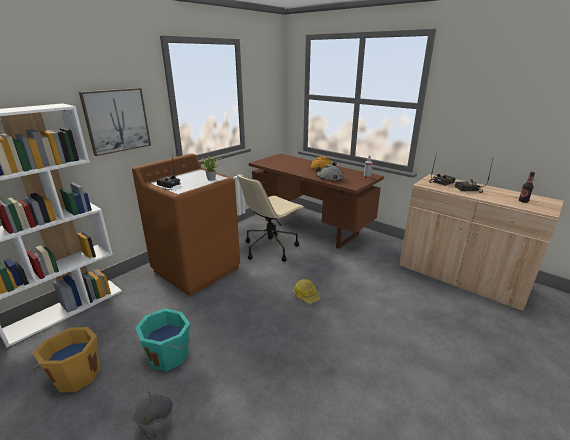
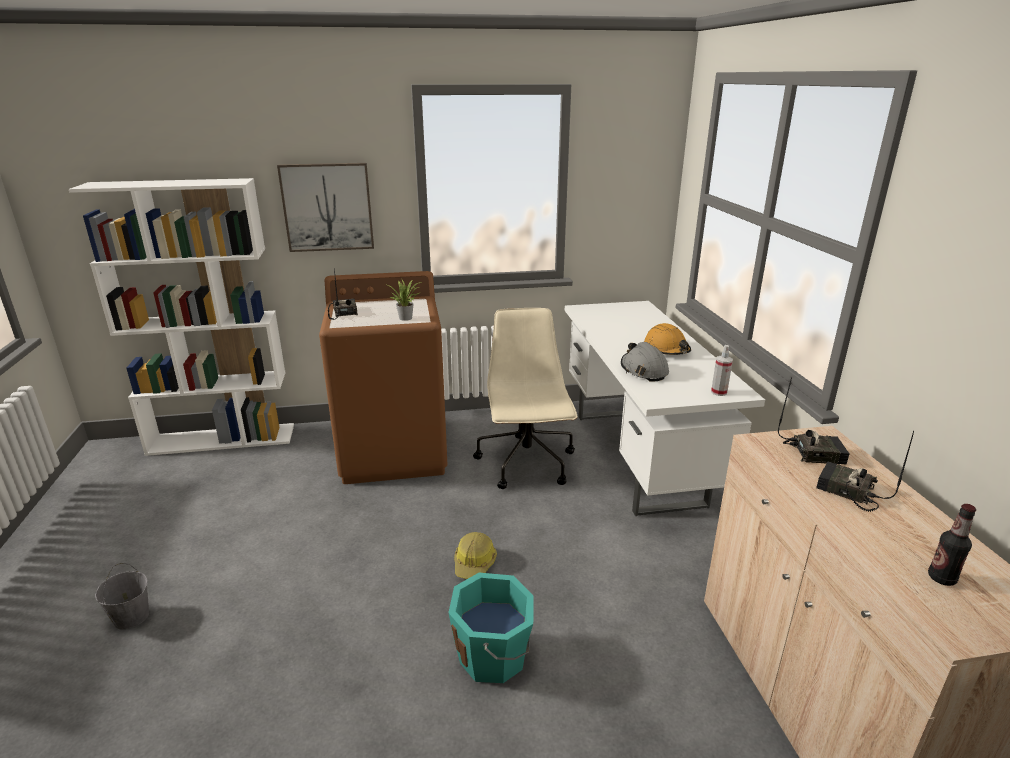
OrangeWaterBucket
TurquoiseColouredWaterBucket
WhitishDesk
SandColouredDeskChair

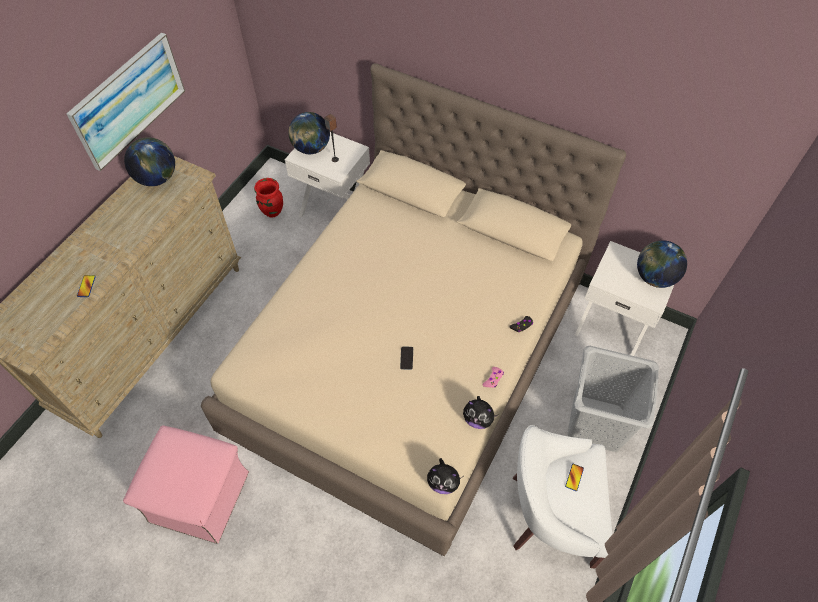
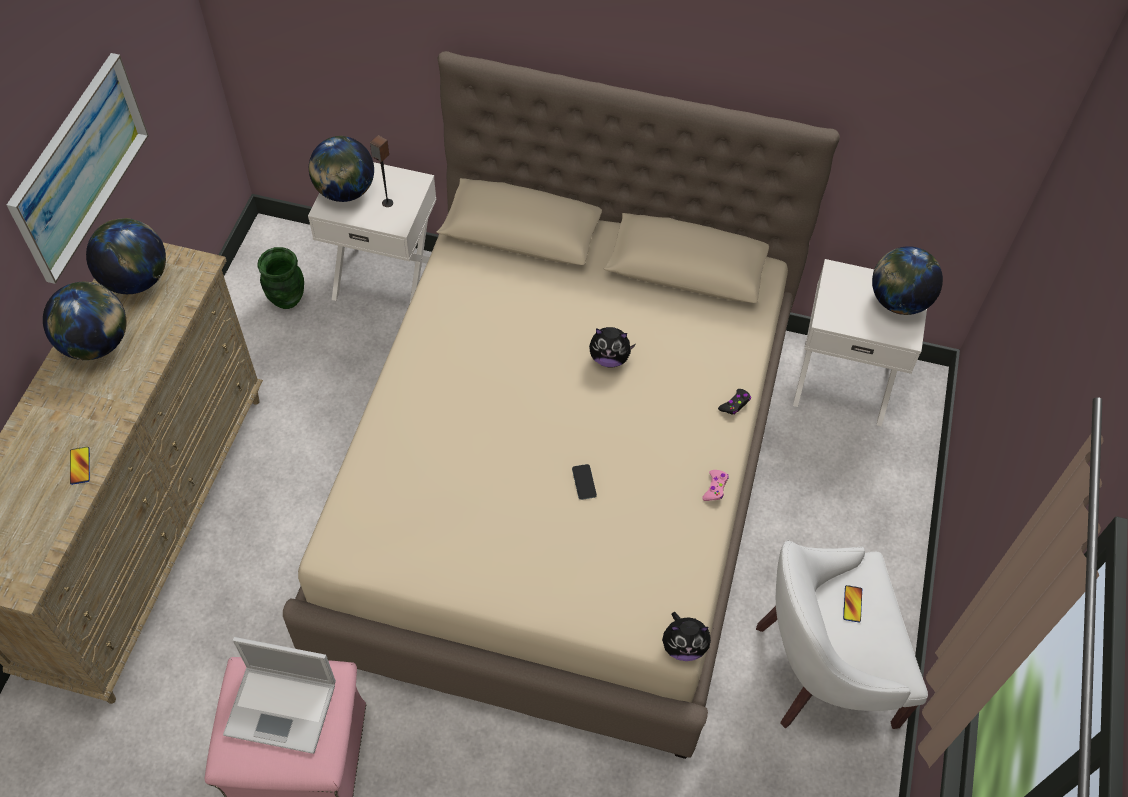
GreyishHamper
Globe (no. 1 from left)
PortableComputer
PlushToy (no. 1 from left)
GreenColouredFlowerVase

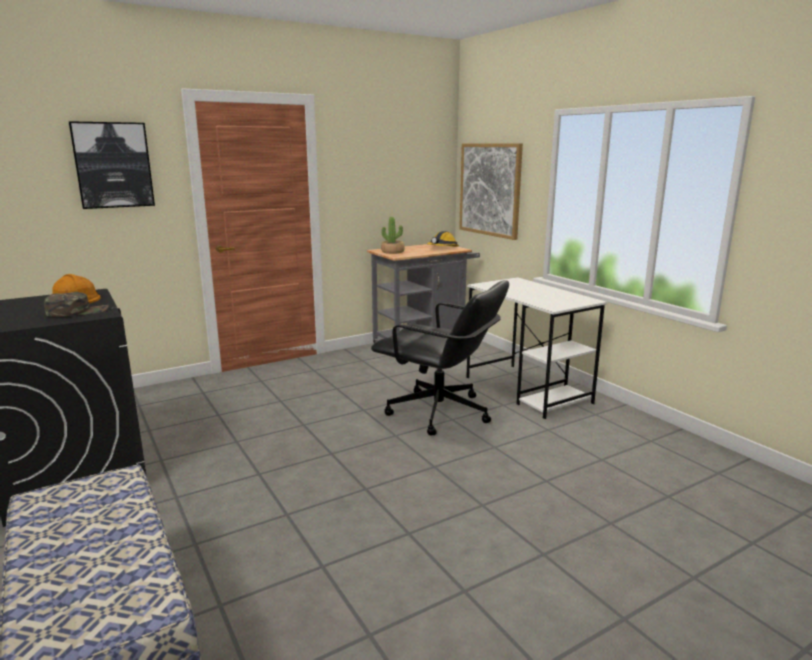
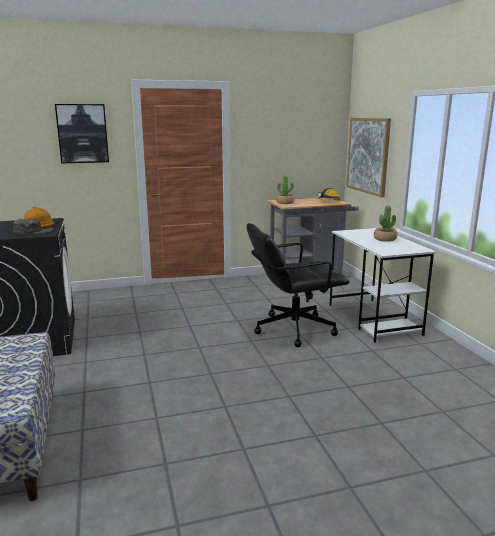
PottedPlant (no. 2 from left)
BlackColouredDeskChair

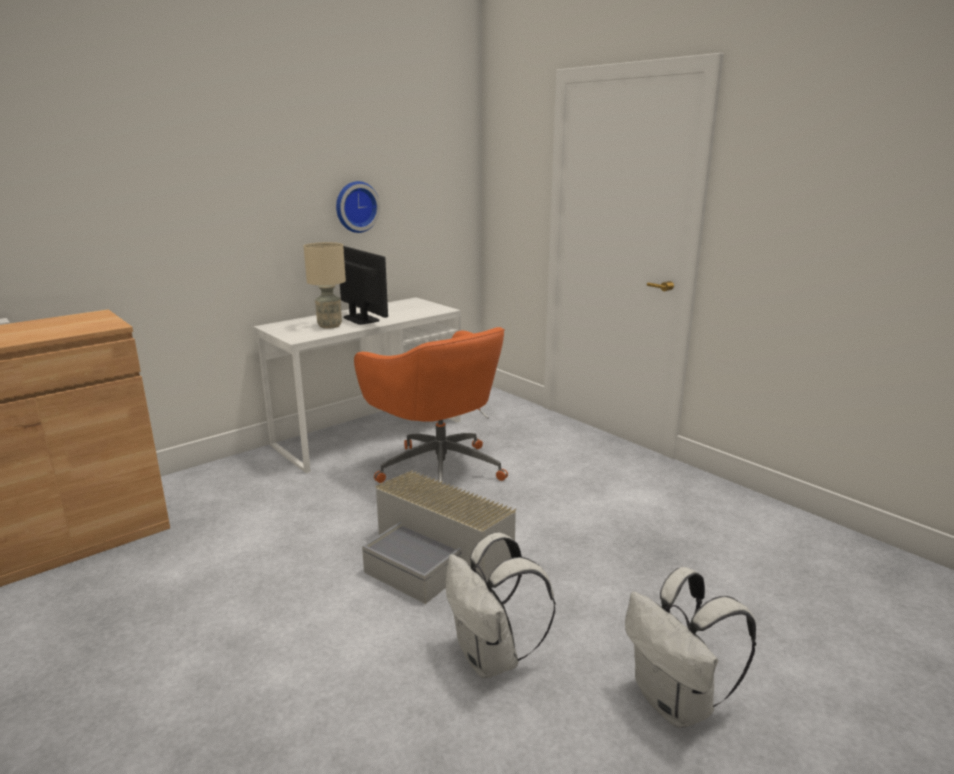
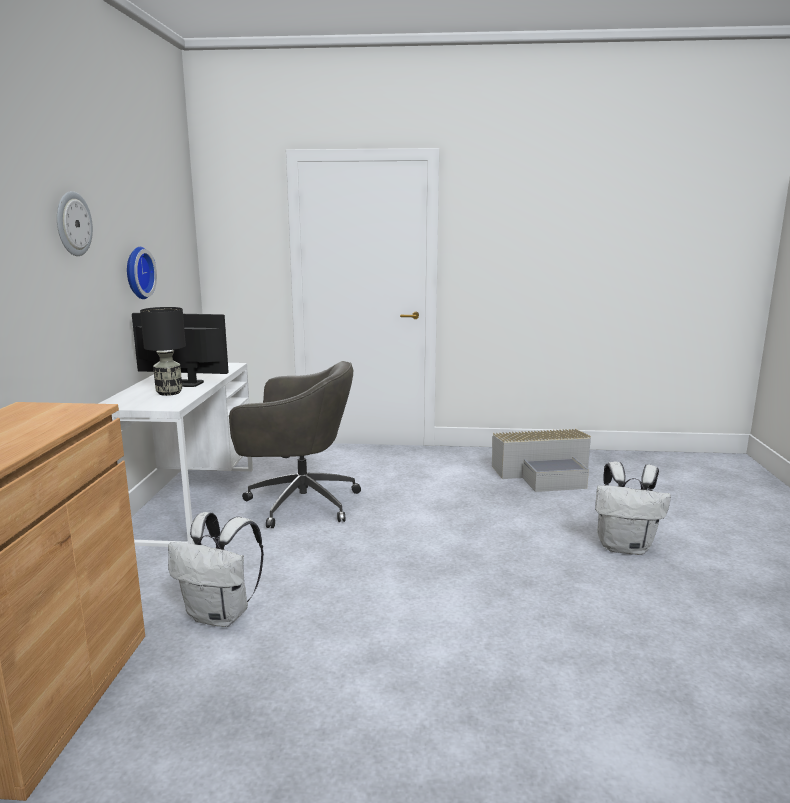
ClockOnTheWall (no. 1 from left)
GreyishStorageBin
WhitishBackpack (no. 1 from left)
BlackColouredTabletopLamp
GreyishDeskChair

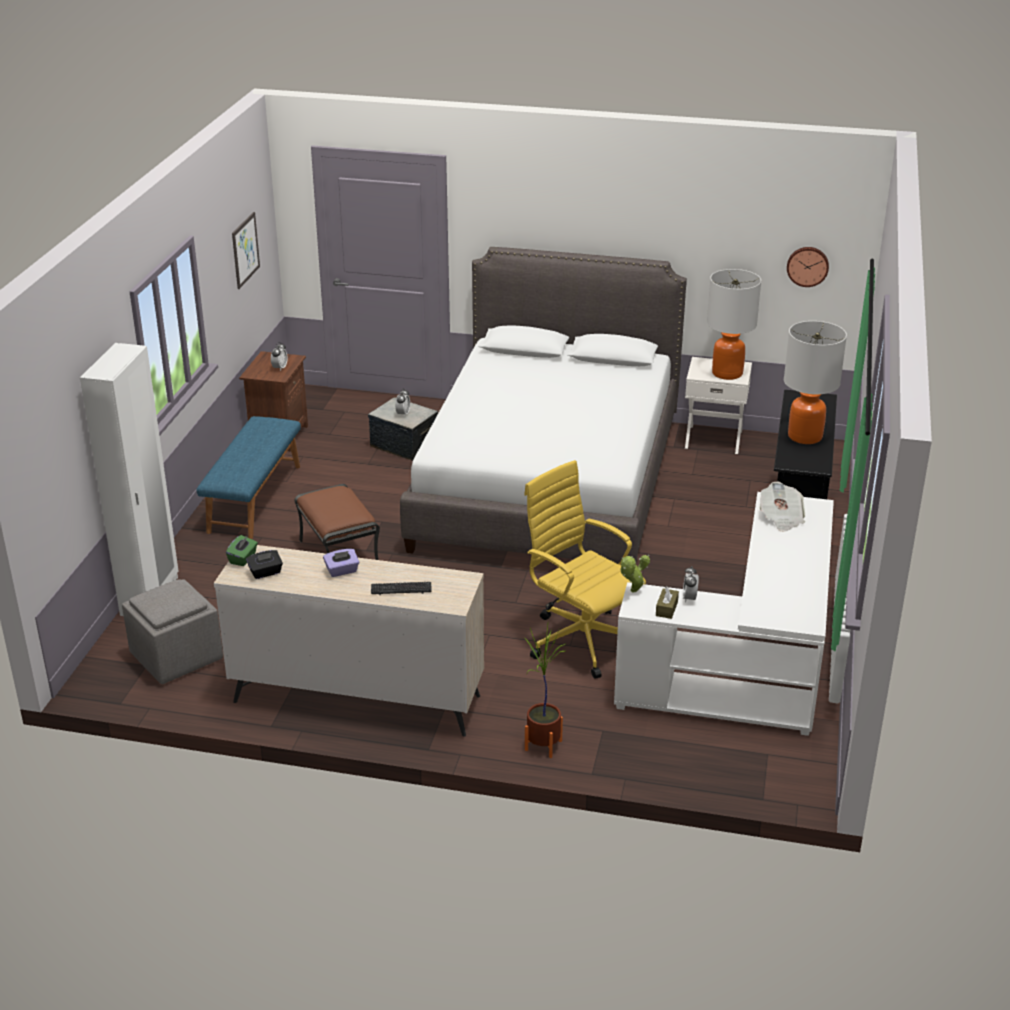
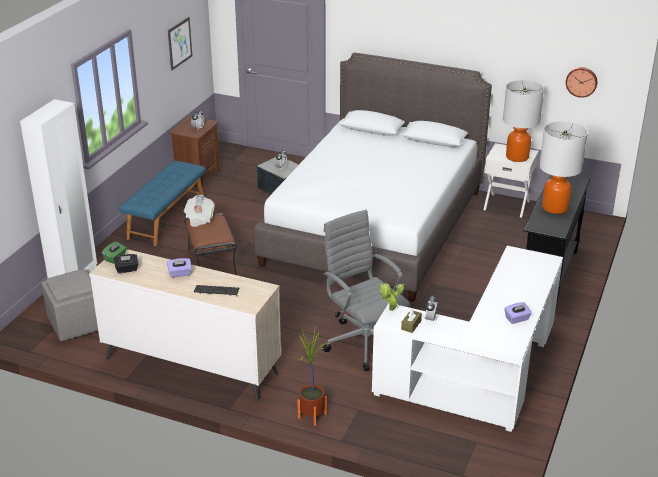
PurpleColouredTissueBox (no. 2 from left)
Newspaper
GreyishDeskChair

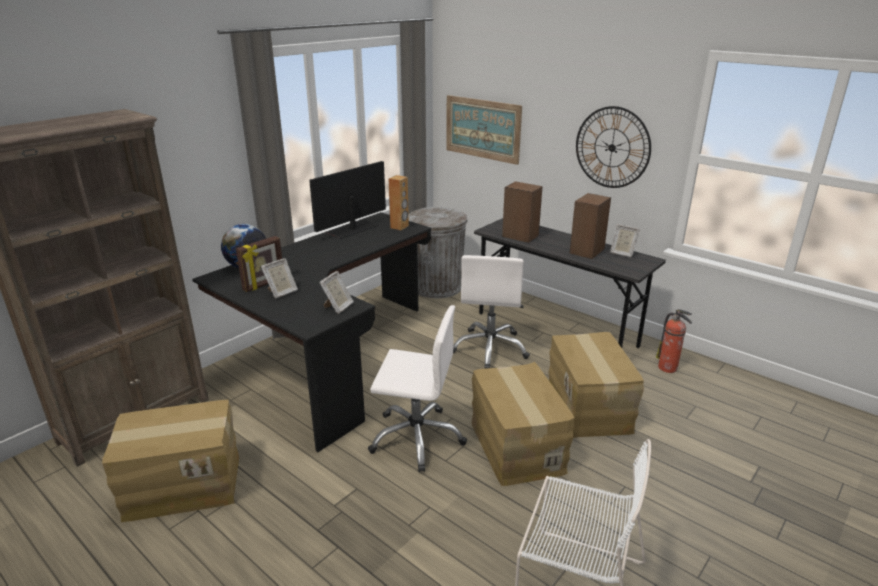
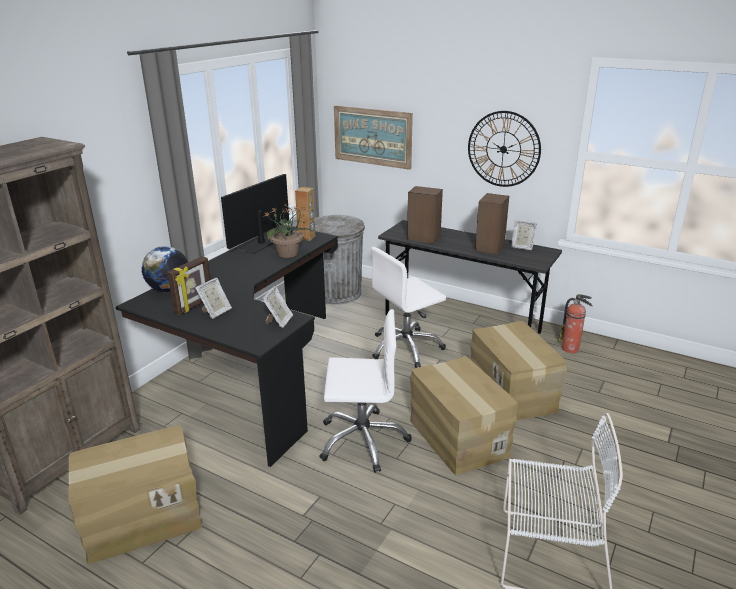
PottedPlant
WhitishDeskChair (no. 2 from left)

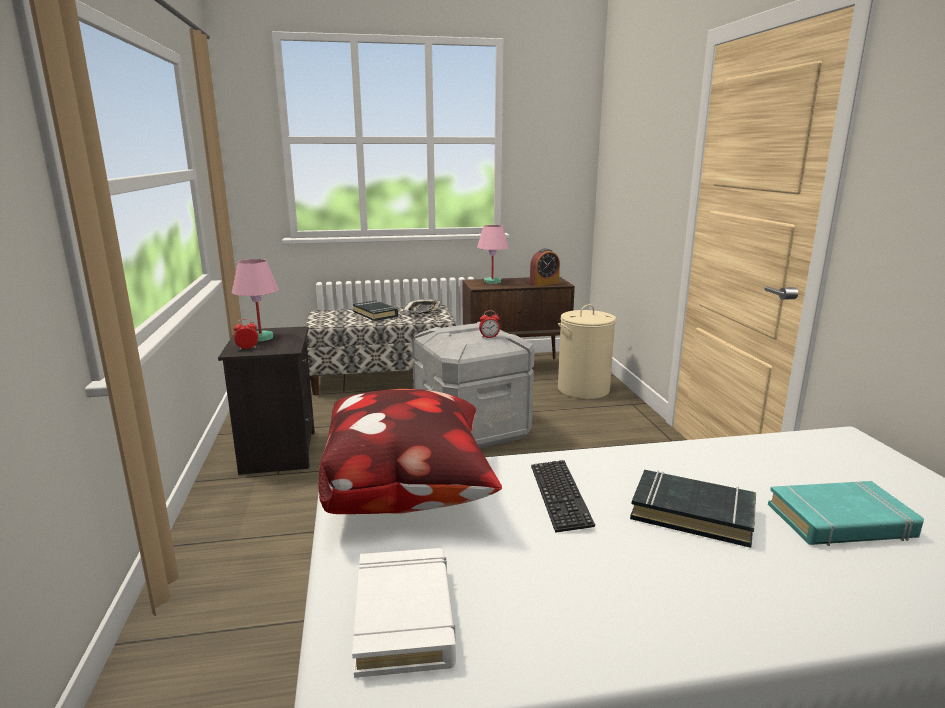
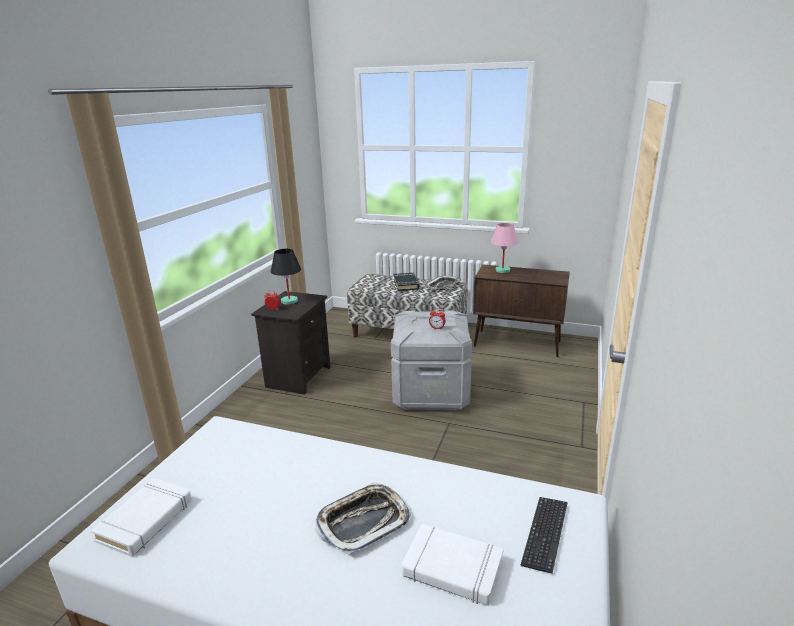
Pillow
BedsideClock (no. 3 from left in the first image)
SandColouredHamper
ComputerKeyboard
ServingTray (no. 1 from left)
BlackColouredTabletopLamp
WhitishBook (no. 2 from left)

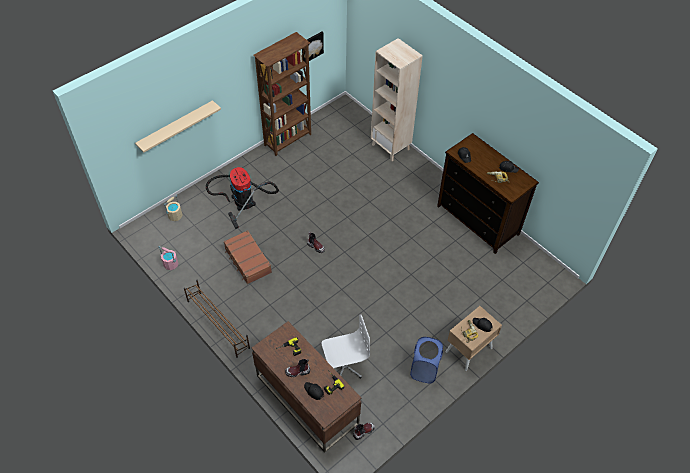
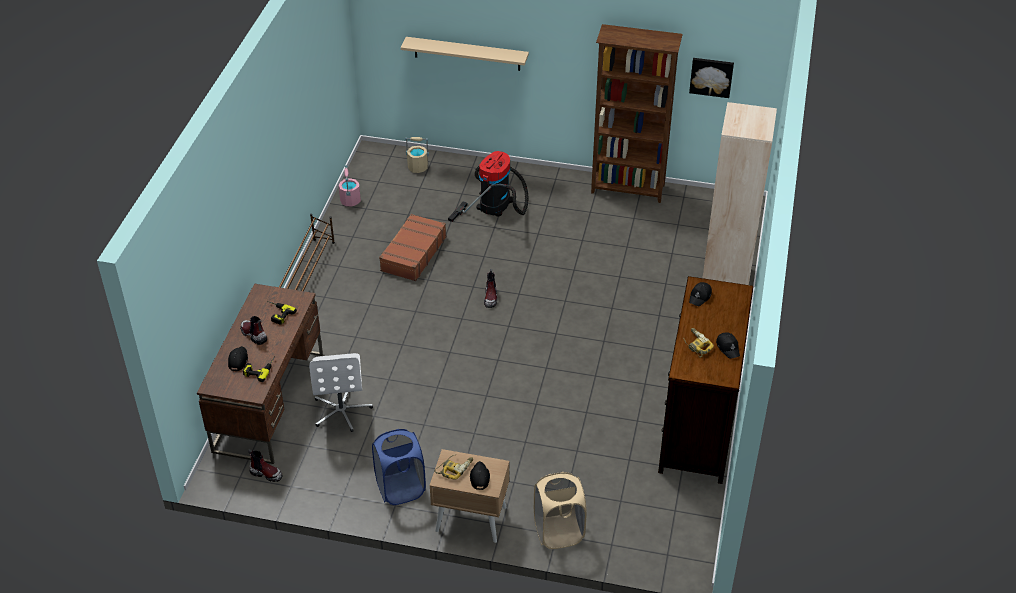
SandColouredHamper
WhitishDeskChair

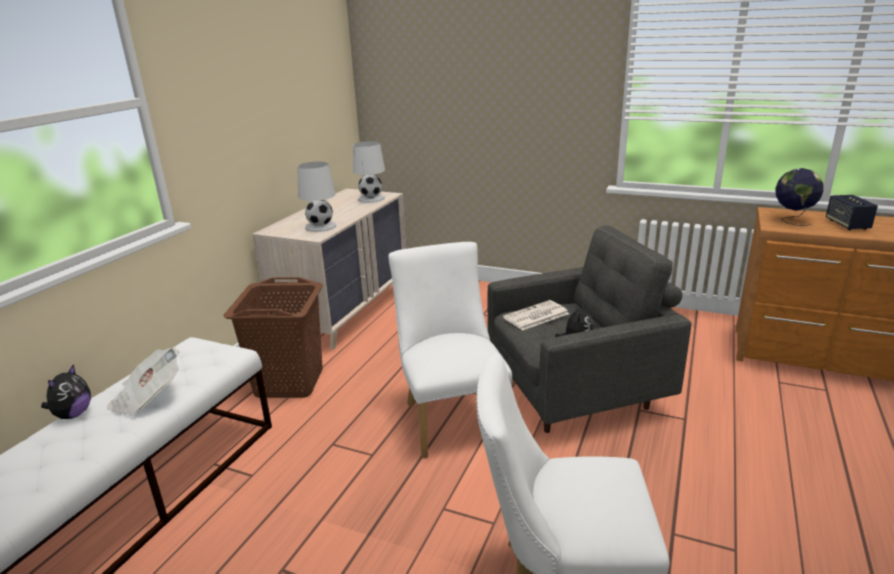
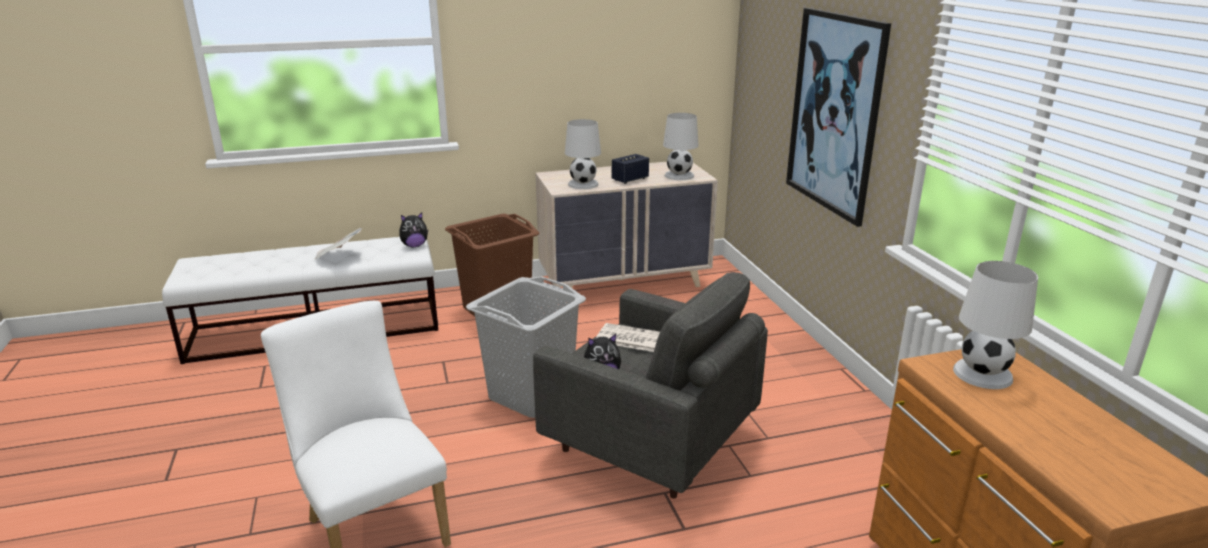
WallPicture
PlushToy (no. 1 from left)
Speaker
GreyishHamper
WhitishTabletopLamp (no. 3 from left)

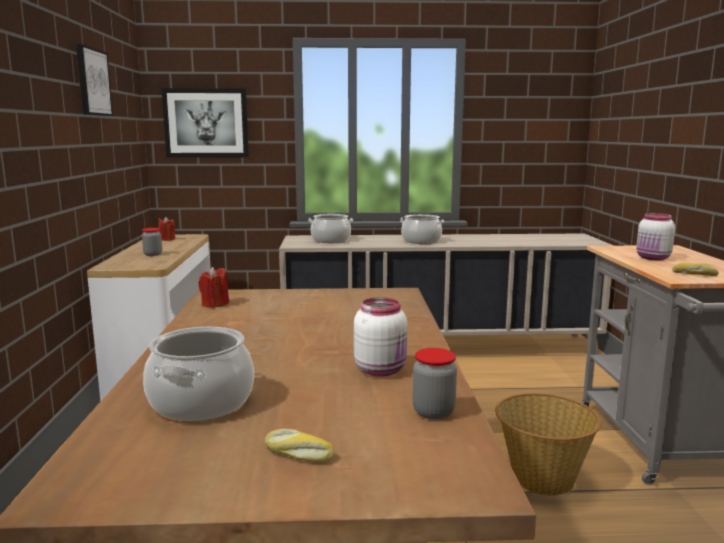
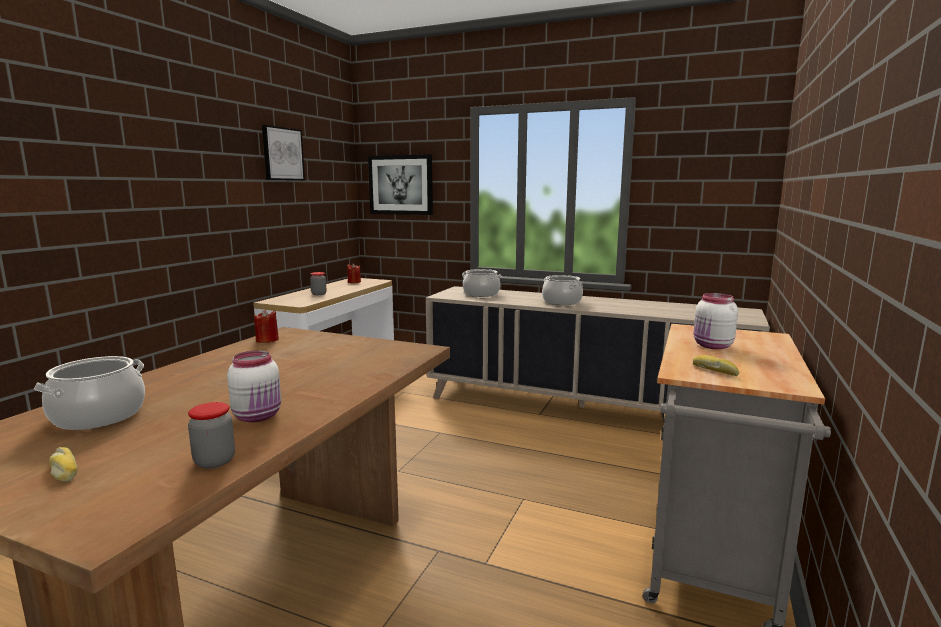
HouseholdBasket

